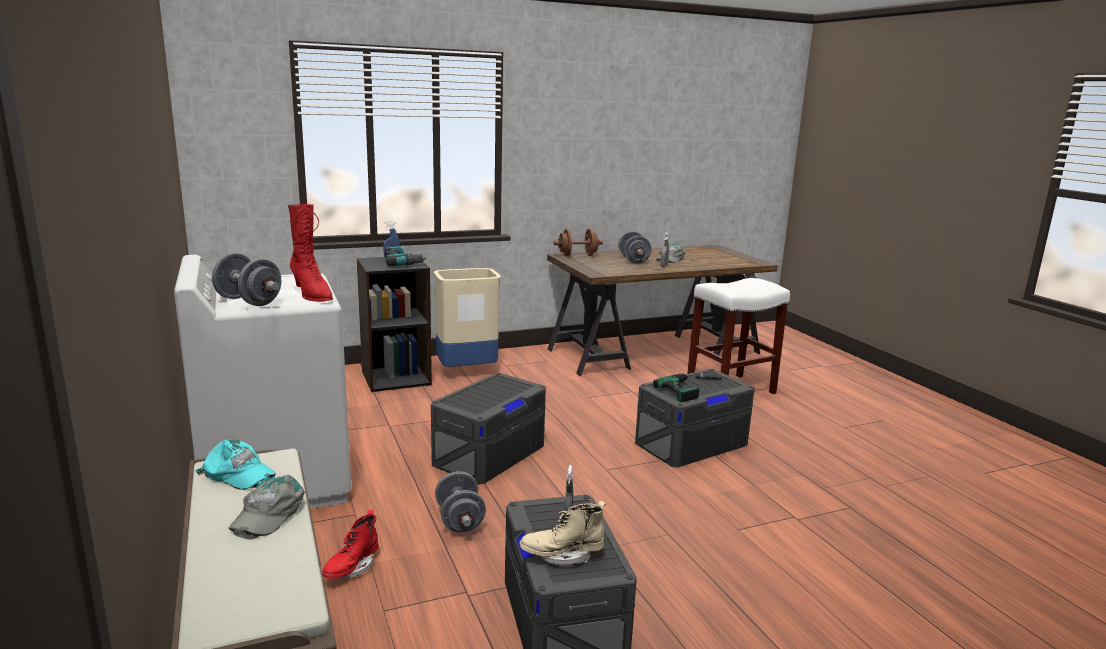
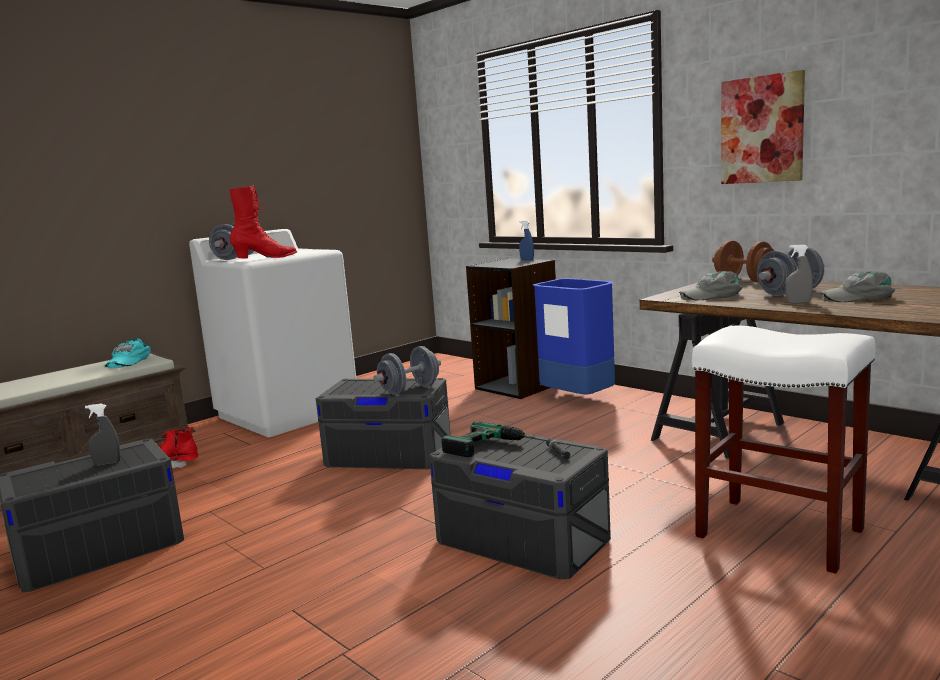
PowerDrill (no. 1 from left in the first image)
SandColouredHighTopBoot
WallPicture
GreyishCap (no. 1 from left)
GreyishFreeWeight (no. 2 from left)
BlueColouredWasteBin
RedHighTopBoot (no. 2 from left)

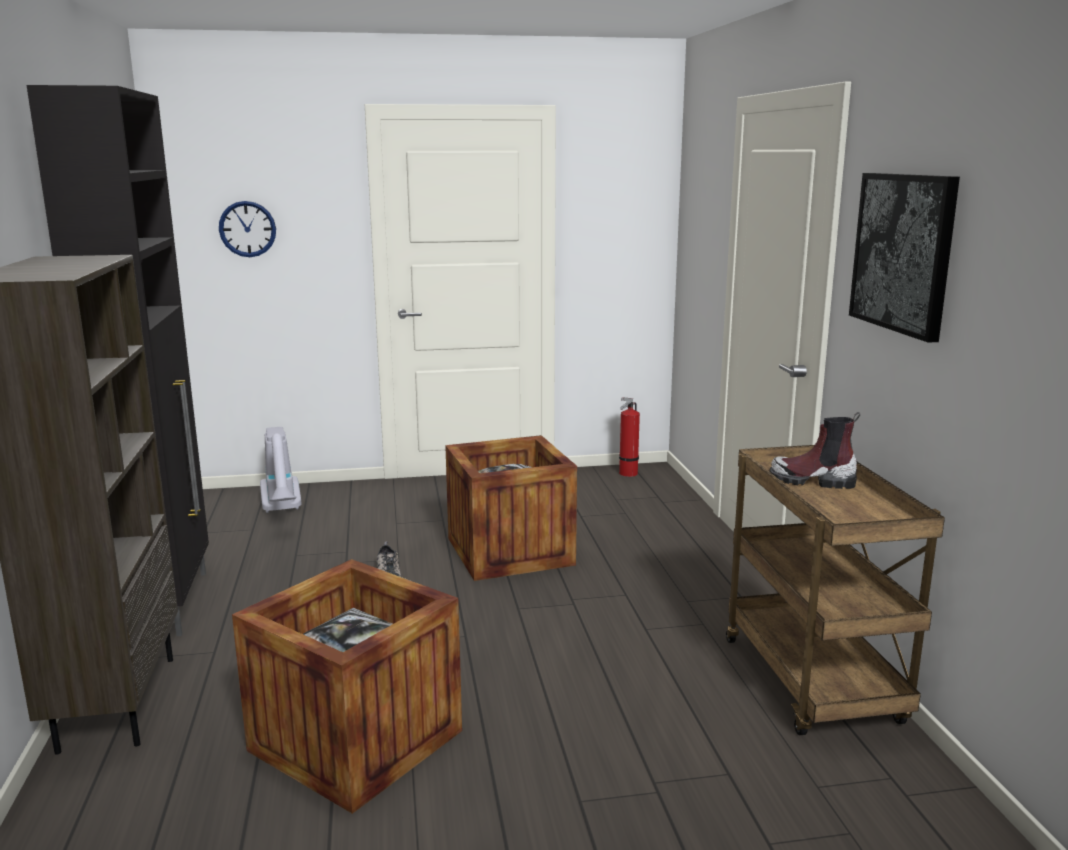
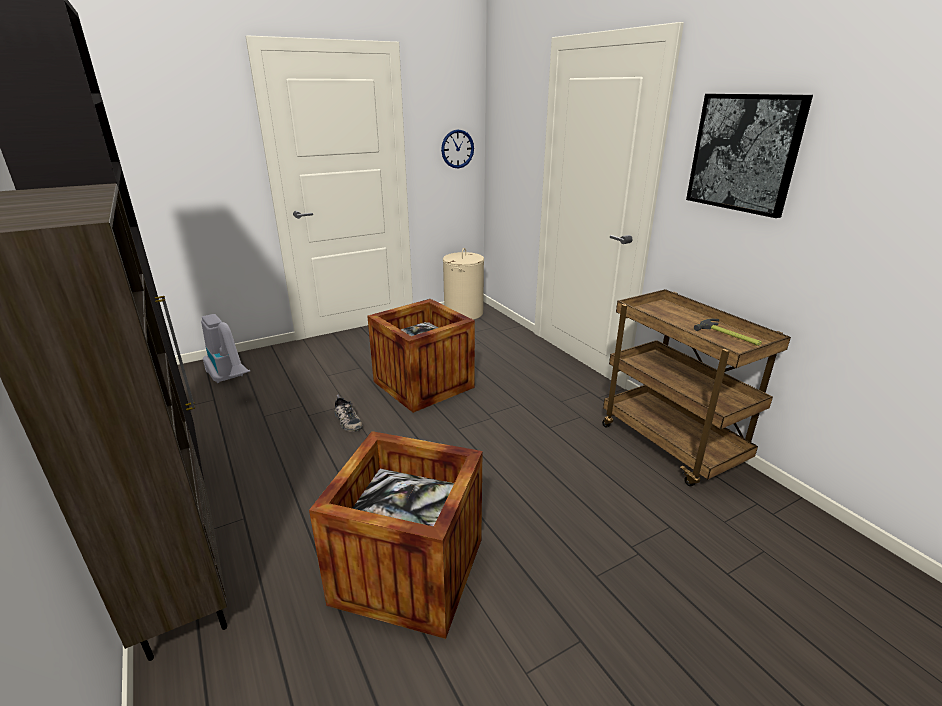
HighTopBoot
ToolHammer
ClockOnTheWall
SandColouredHamper

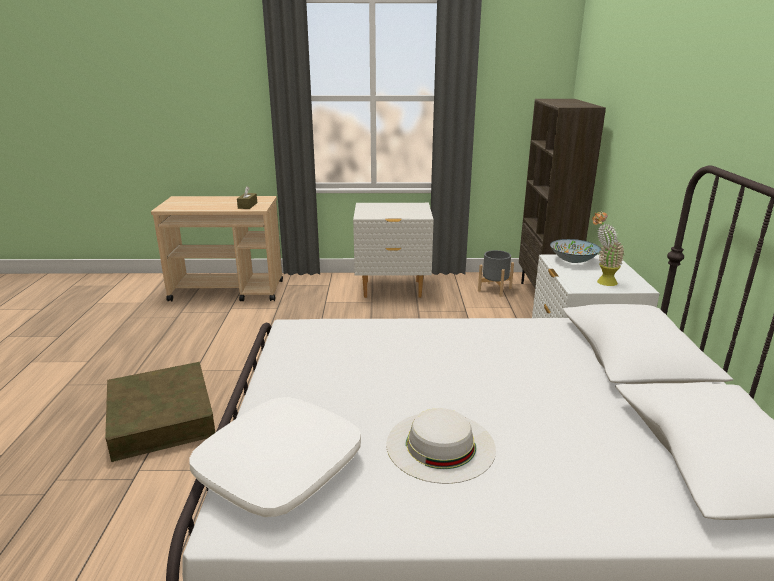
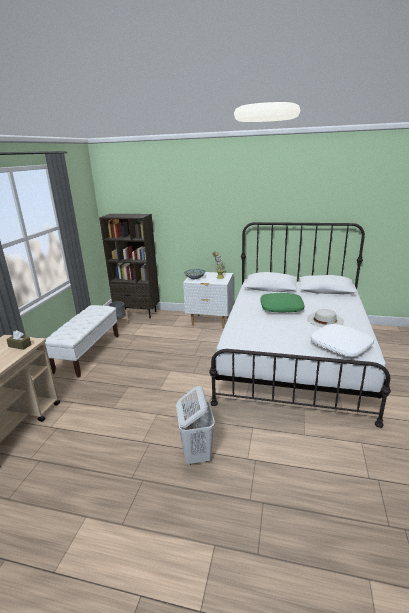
GreenColouredPillow
WhitishHamper
WhitishIndoorBench

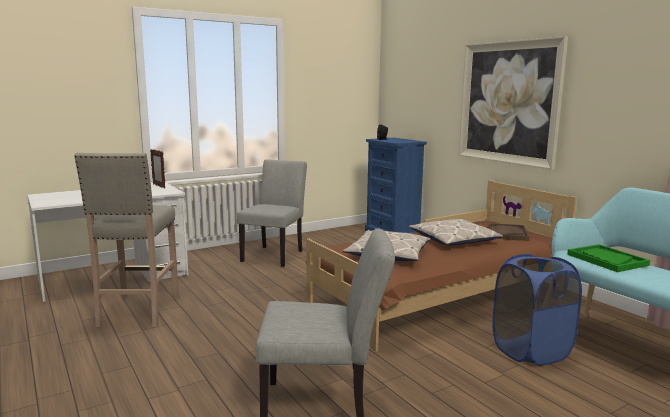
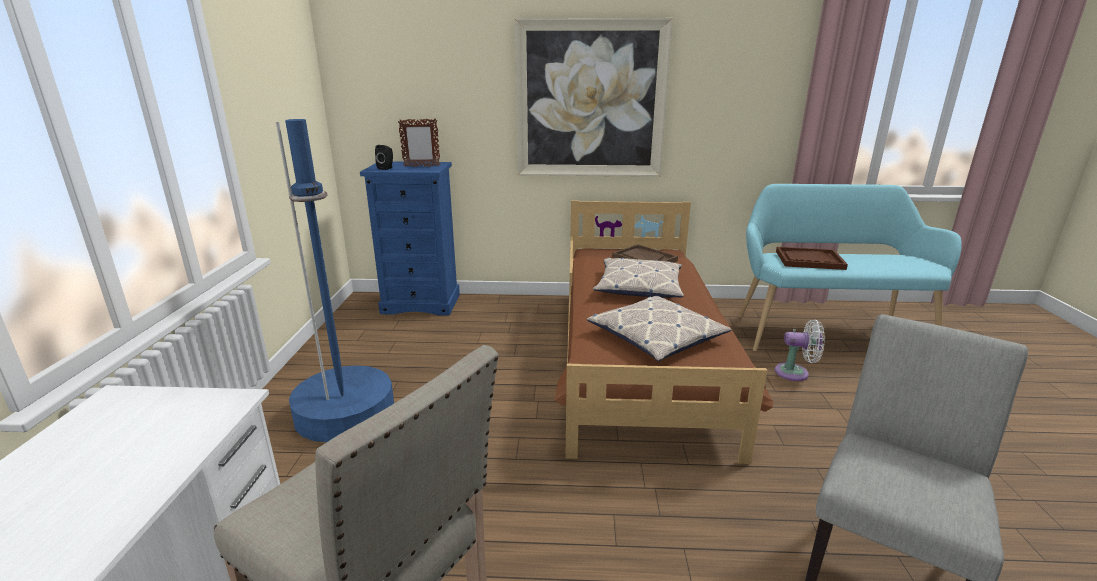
StandingFrame
BlueColouredFloorLamp
WhitishCoolingFan
BrownishServingTray (no. 2 from left)

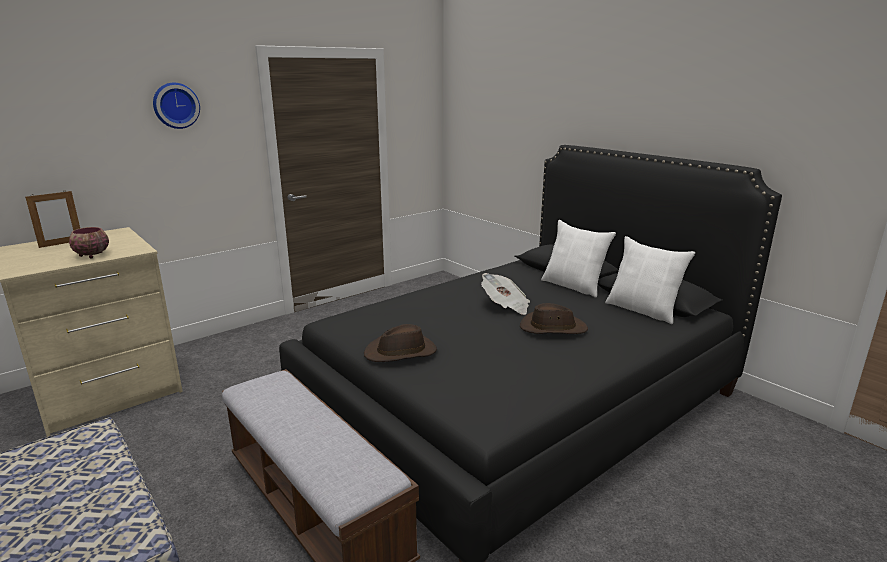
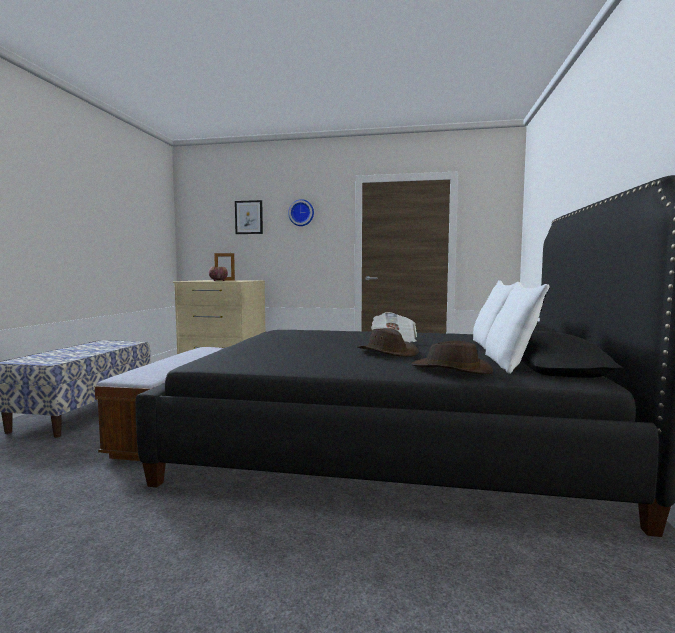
WallPicture
BrownishHat (no. 2 from left)

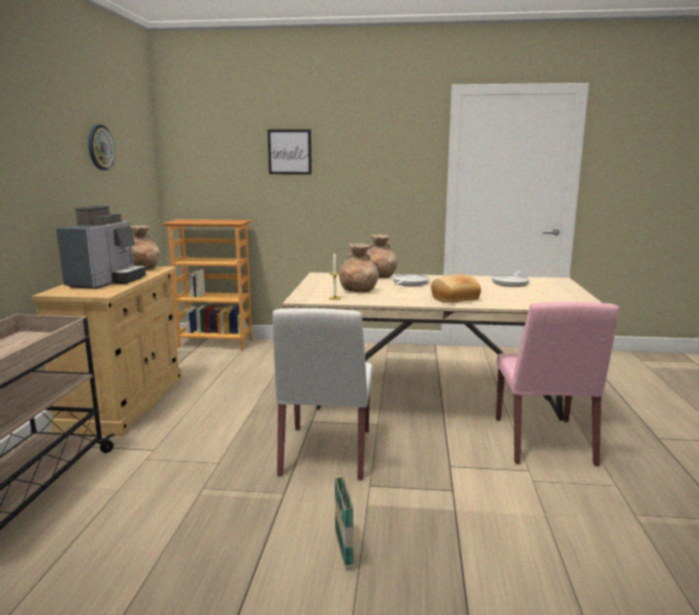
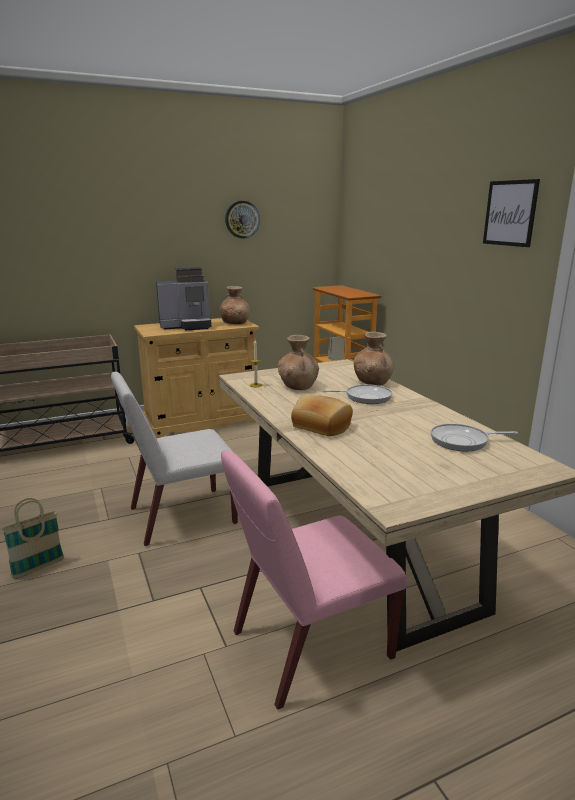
WallPicture

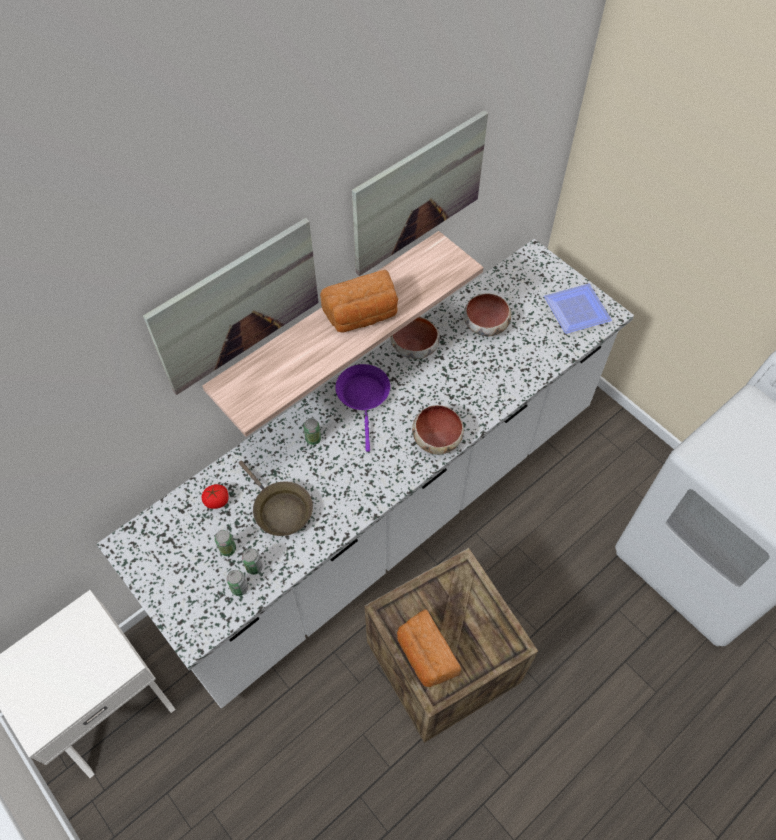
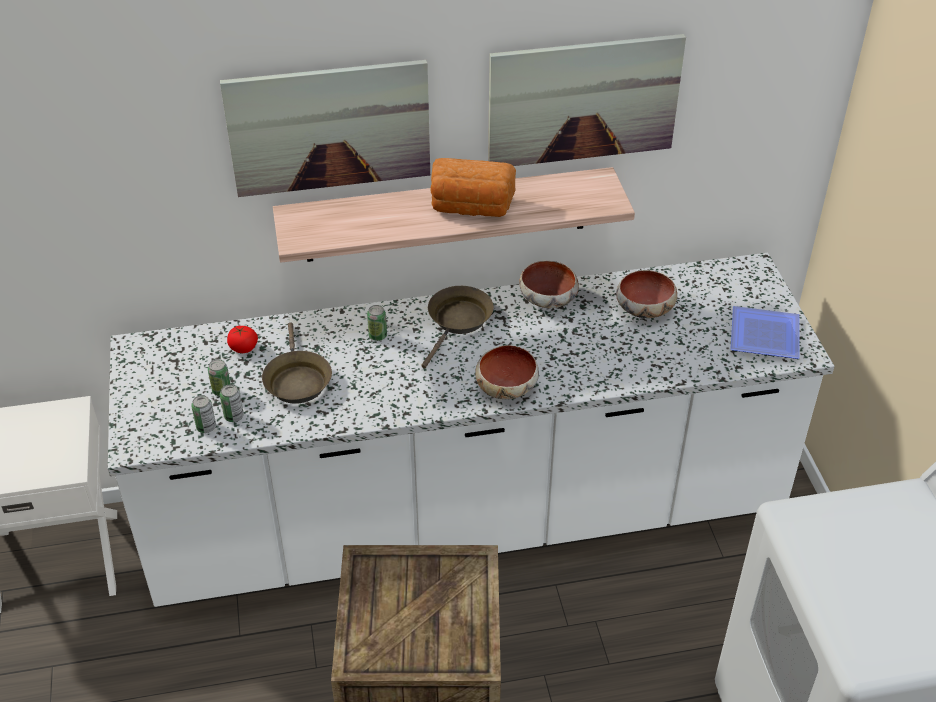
BakeryBread (no. 2 from left in the first image)
BrownishSkillet (no. 2 from left)

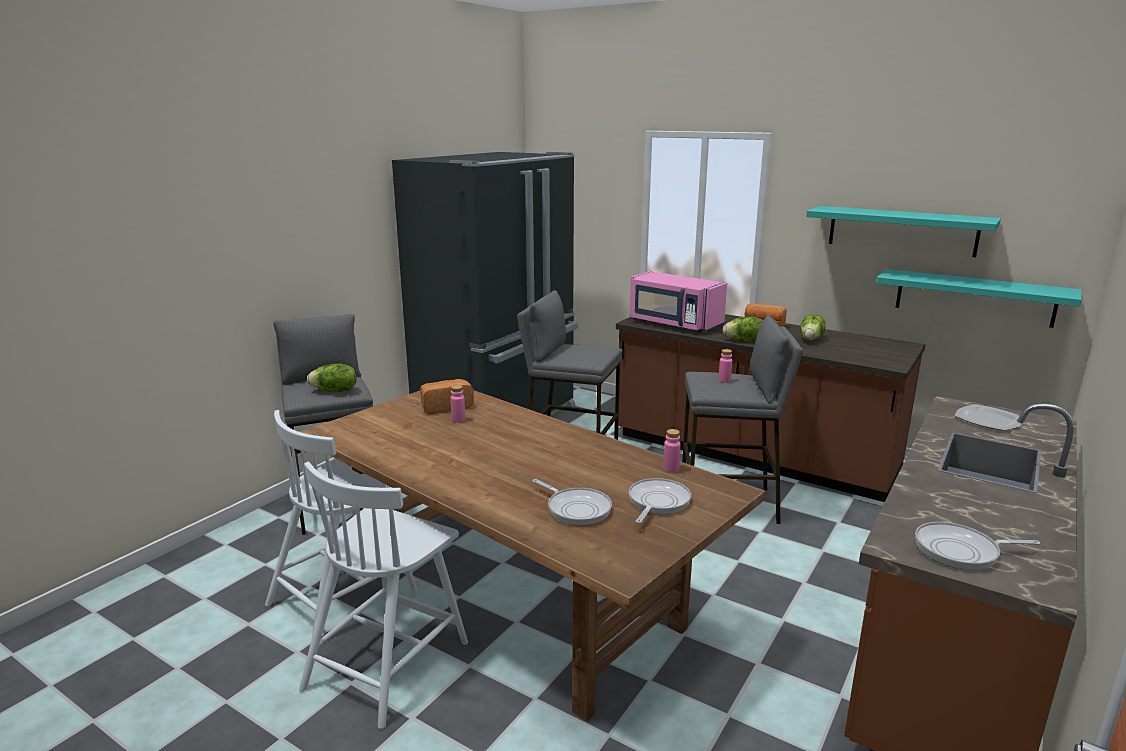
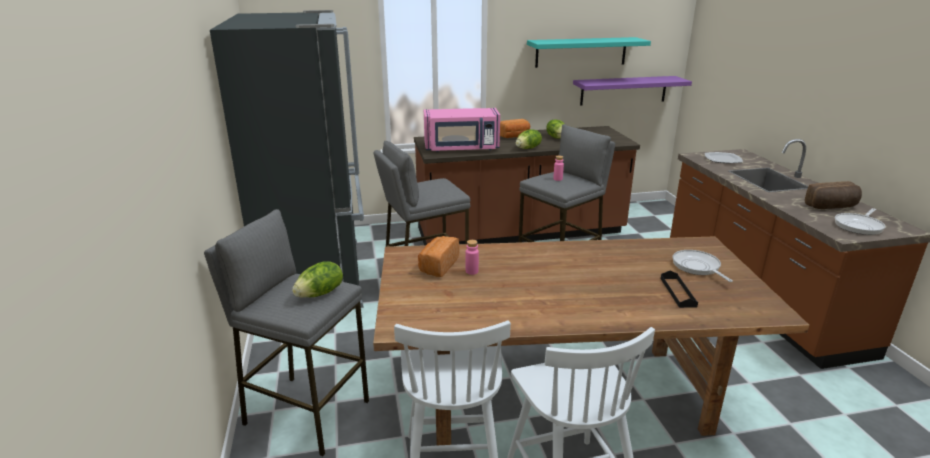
PinkishBottle (no. 2 from left in the first image)
BakeryBread (no. 3 from left)
BlackColouredServingTray
PurpleColouredWallShelf

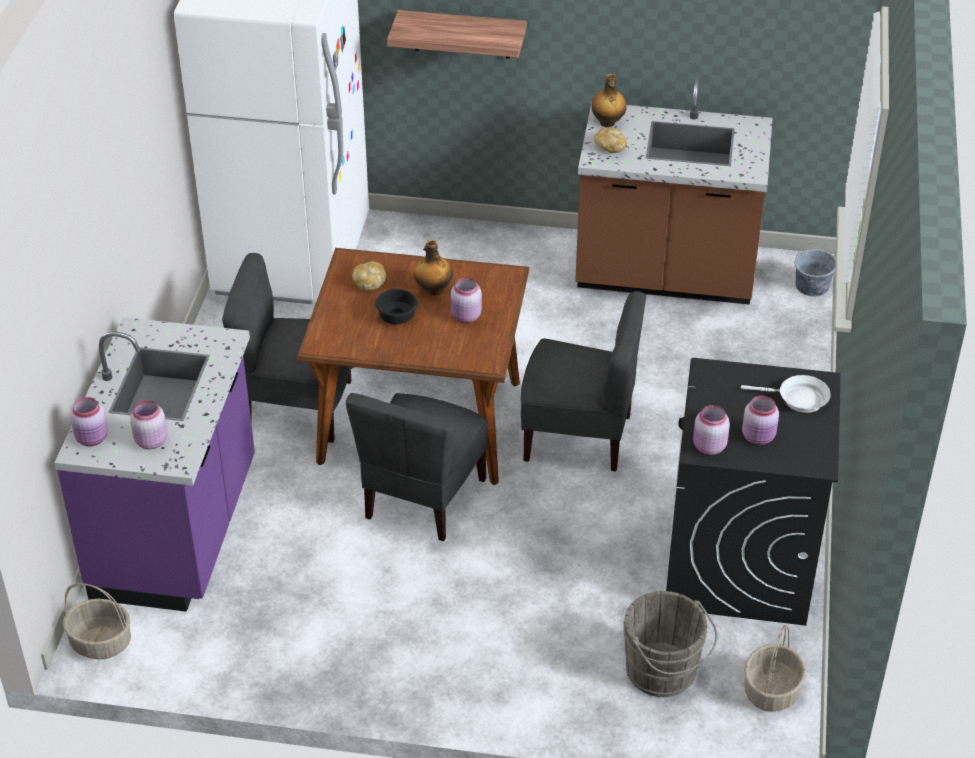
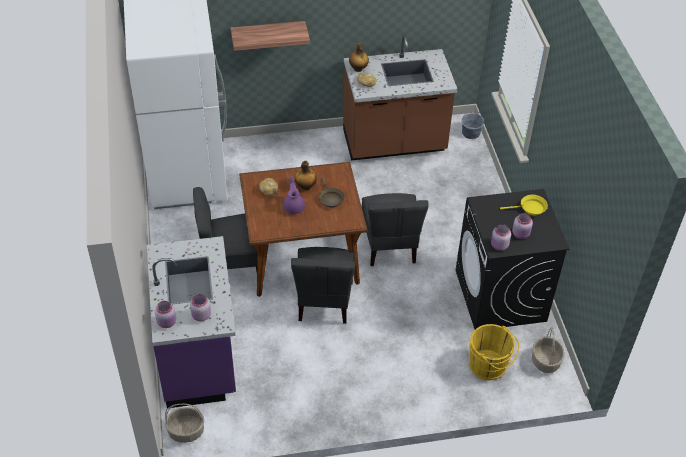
PurpleColouredTeapot
BrownishSkillet
YellowishWaterBucket
YellowishSkillet
GreyishUprightChair (no. 3 from left)

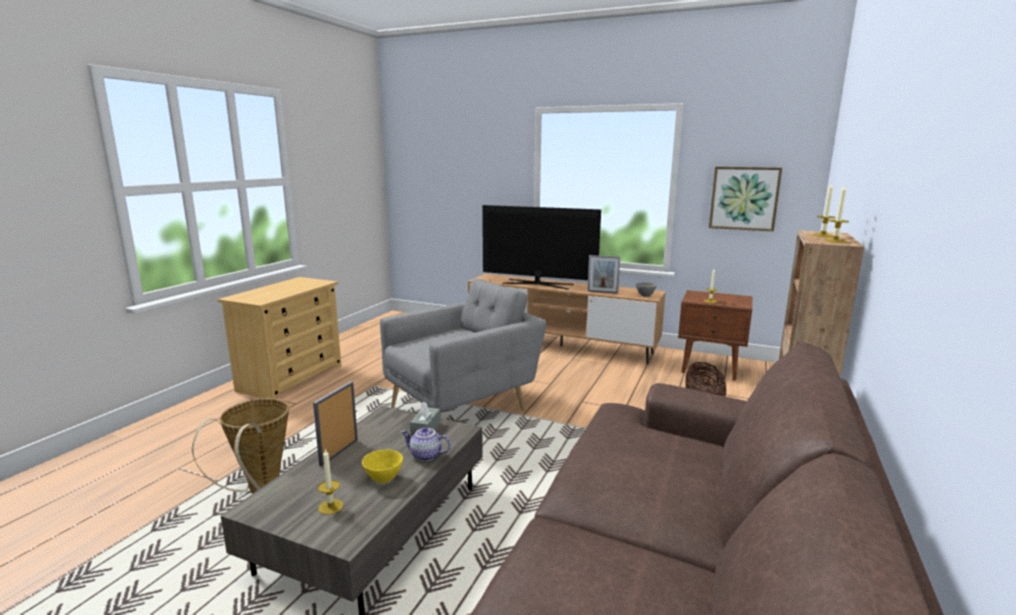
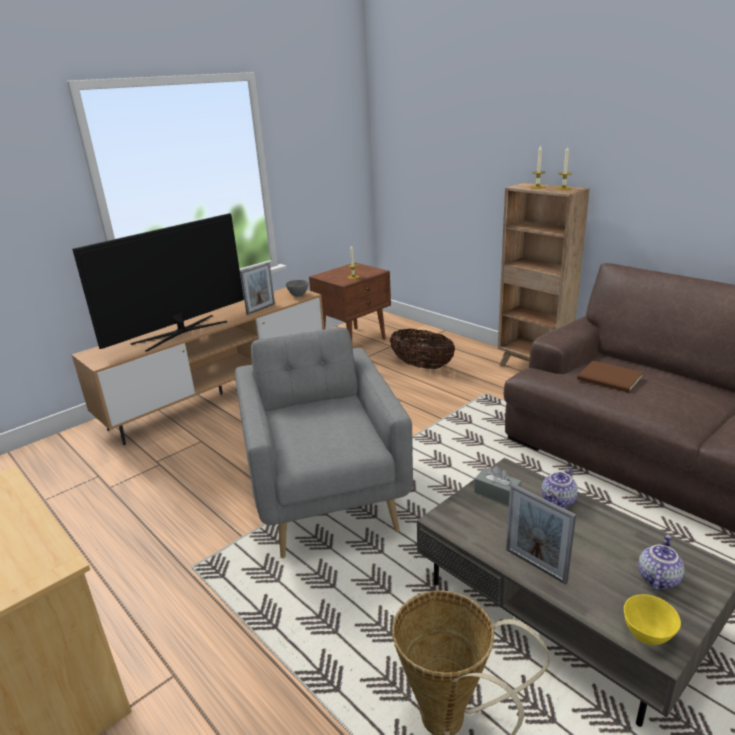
WallPicture
BrownishBook
YellowishBowl
Teapot (no. 2 from left)

